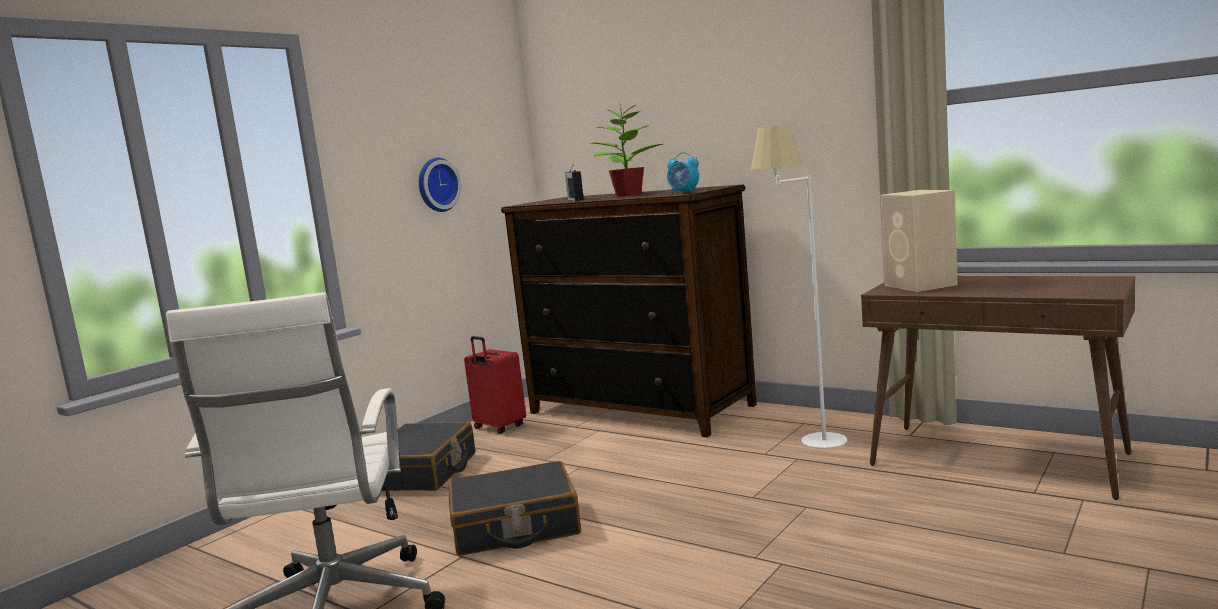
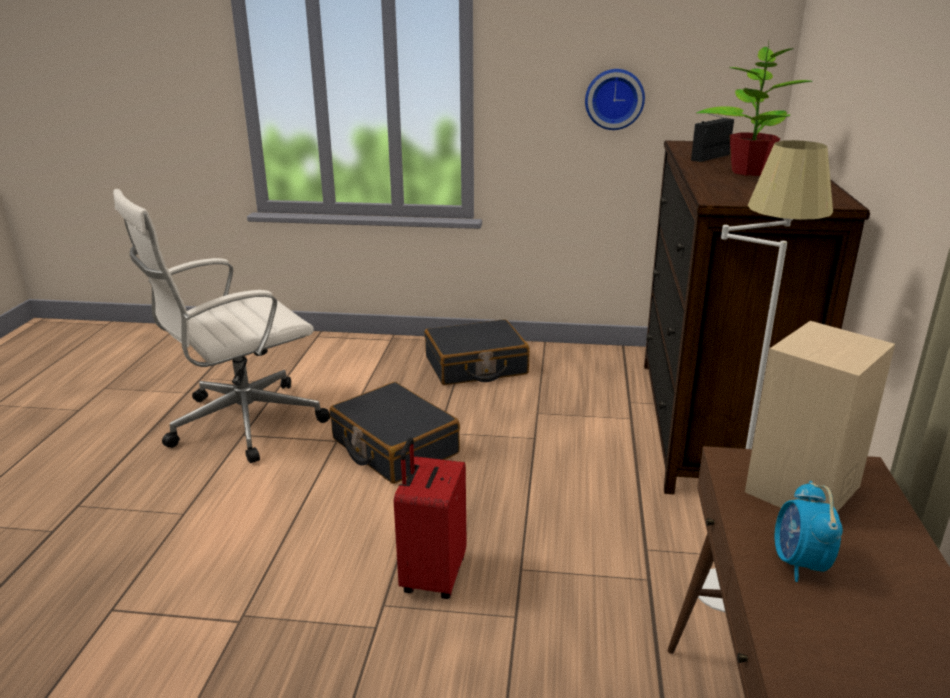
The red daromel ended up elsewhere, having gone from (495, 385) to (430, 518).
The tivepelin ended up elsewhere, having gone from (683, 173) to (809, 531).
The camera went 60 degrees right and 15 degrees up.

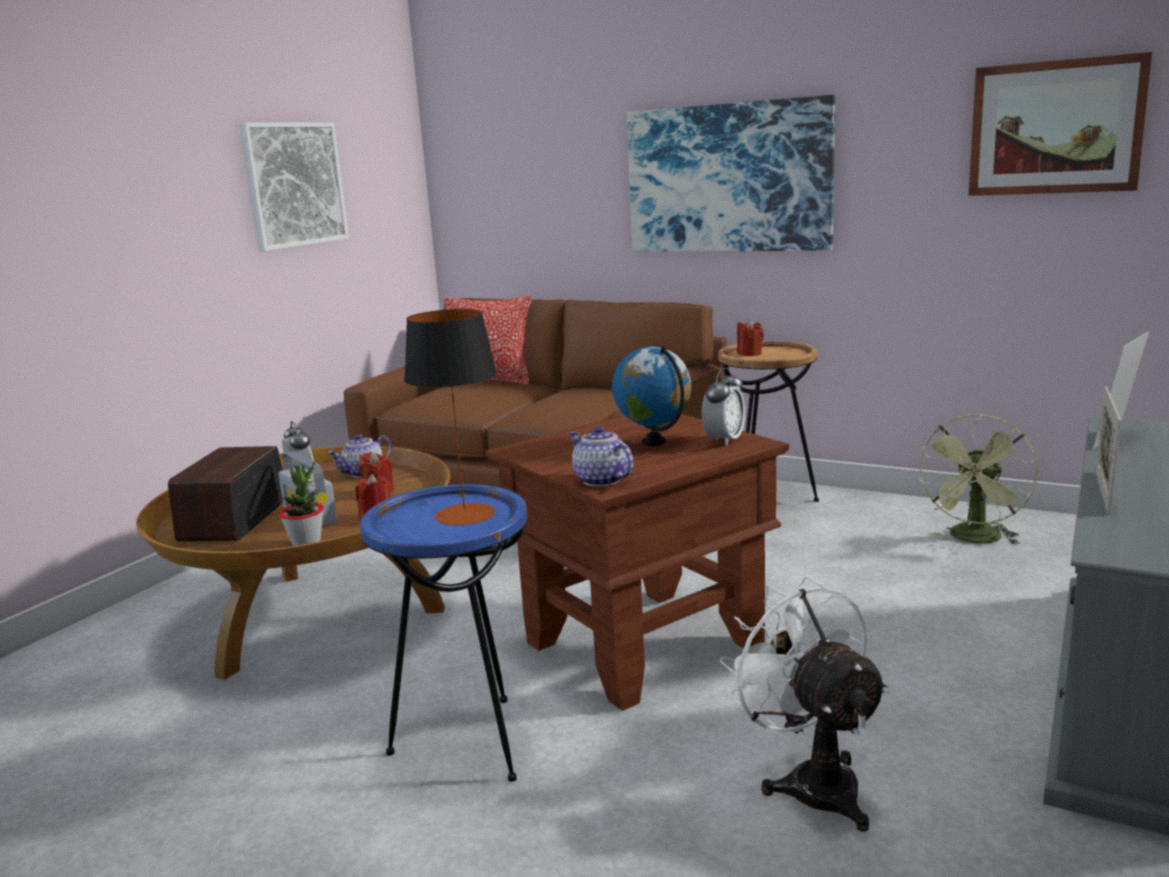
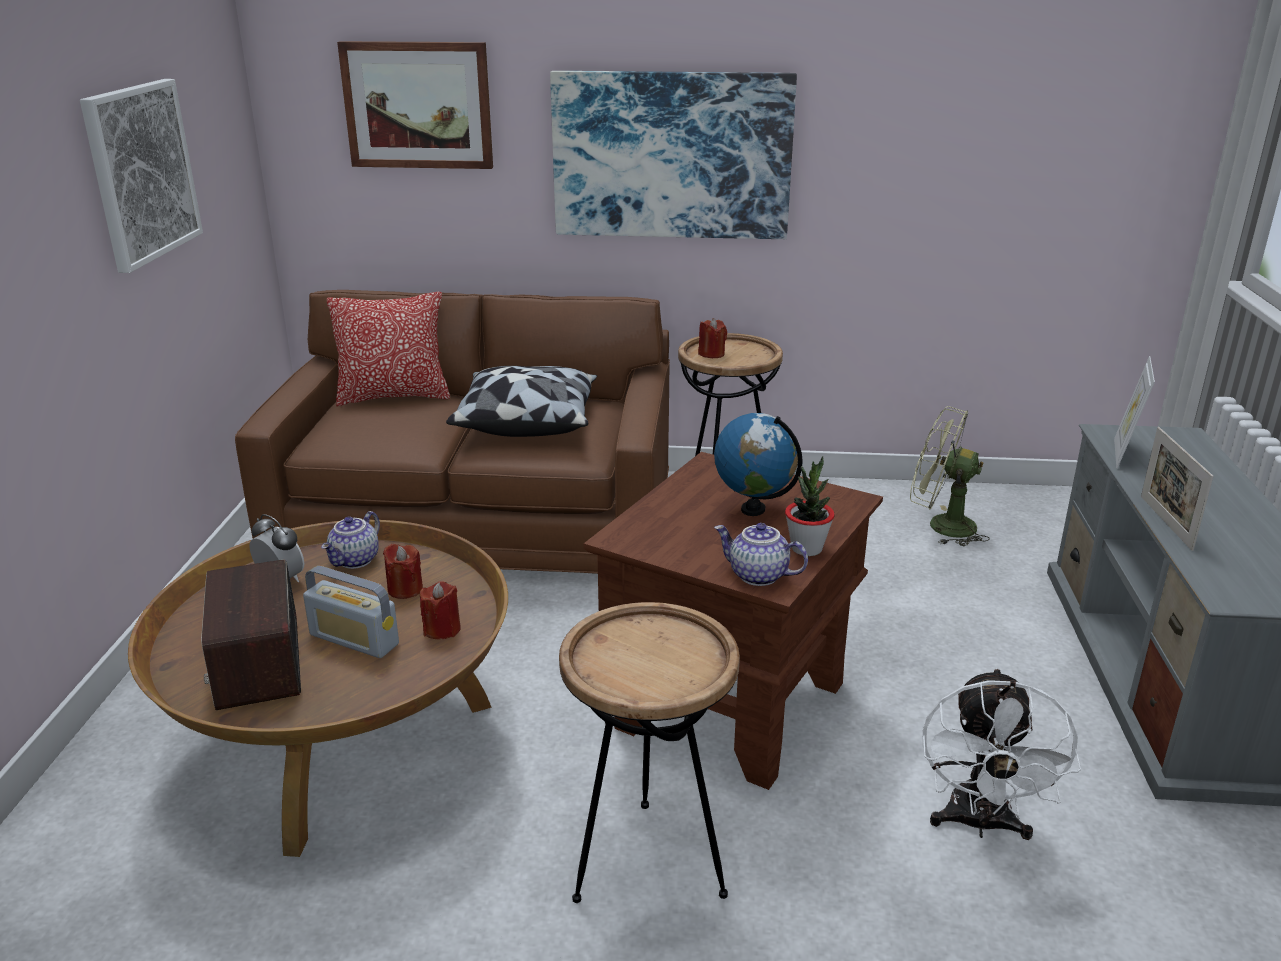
The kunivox ended up elsewhere, having gone from (1060, 124) to (415, 105).
The second view gained the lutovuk at (521, 401).
What was the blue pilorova at (443, 633) turned into the brown pilorova at (649, 752).
The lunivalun ended up elsewhere, having gone from (301, 504) to (810, 506).
The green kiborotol at (977, 479) ended up facing another way, 105 degrees clockwise from before.
The white kiborotol at (805, 704) ended up facing another way, 120 degrees counterclockwise from before.
The second view lost the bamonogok at (450, 417).
The second view lost the tivepelin at (723, 407).
The camera went 25 degrees left and 10 degrees up.

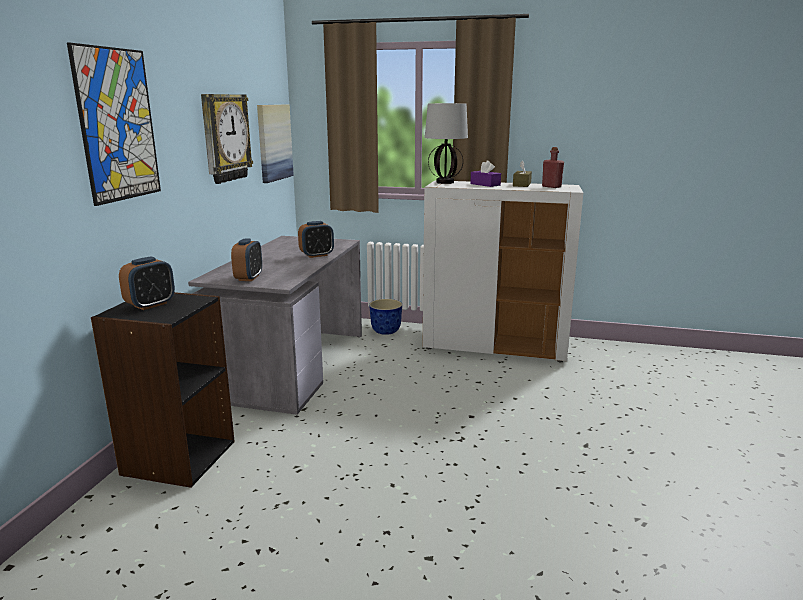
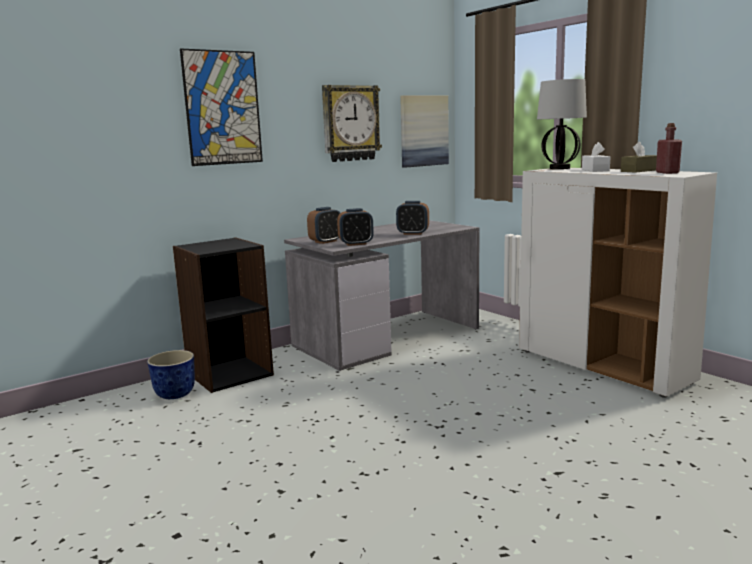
The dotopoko ended up elsewhere, having gone from (385, 317) to (171, 374).
The tivepelin ended up elsewhere, having gone from (147, 283) to (355, 227).
What was the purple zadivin at (485, 173) turned into the white zadivin at (596, 157).
The camera went 40 degrees right and 5 degrees down.

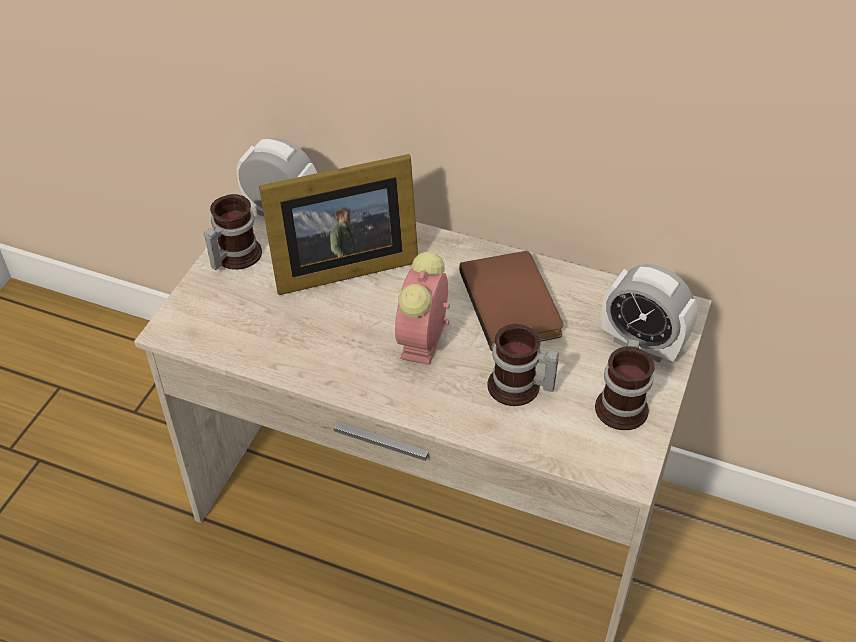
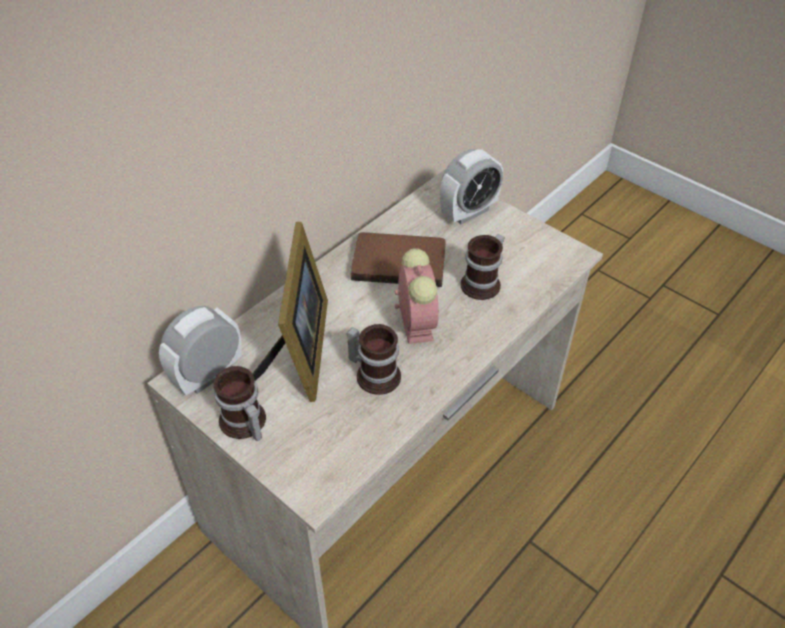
The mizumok ended up elsewhere, having gone from (625, 384) to (374, 359).
The tivepelin at (422, 308) ended up facing another way, 135 degrees counterclockwise from before.
The camera went 70 degrees left and 0 degrees up.

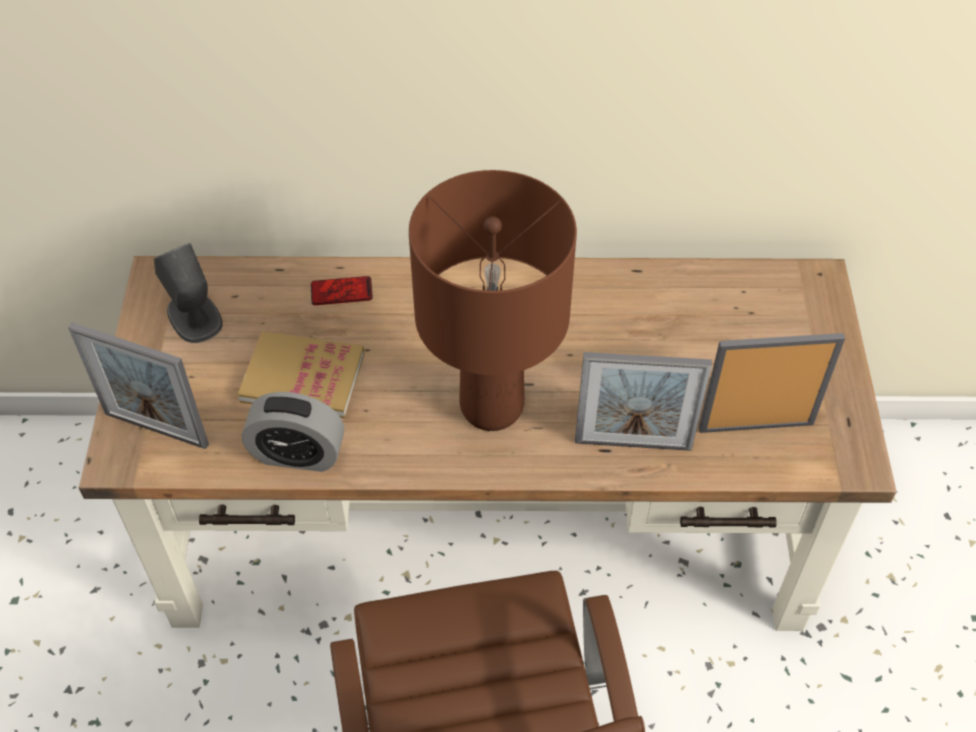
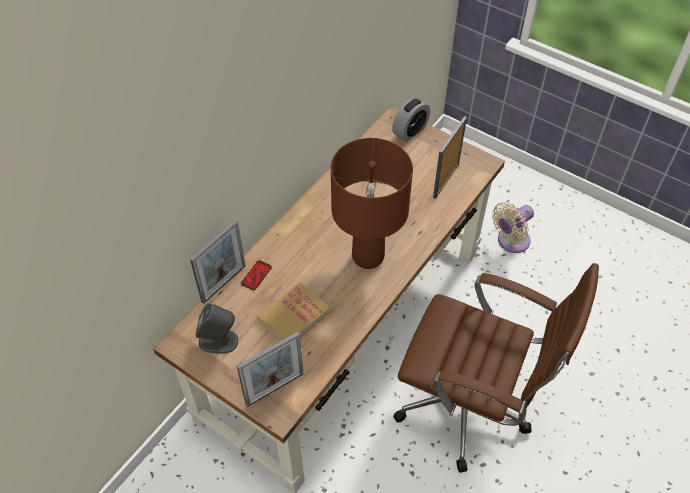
The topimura ended up elsewhere, having gone from (643, 401) to (218, 262).
The tivepelin ended up elsewhere, having gone from (293, 432) to (411, 120).
The second view gained the beige kiborotol at (513, 227).
The camera went 55 degrees left and 0 degrees up.

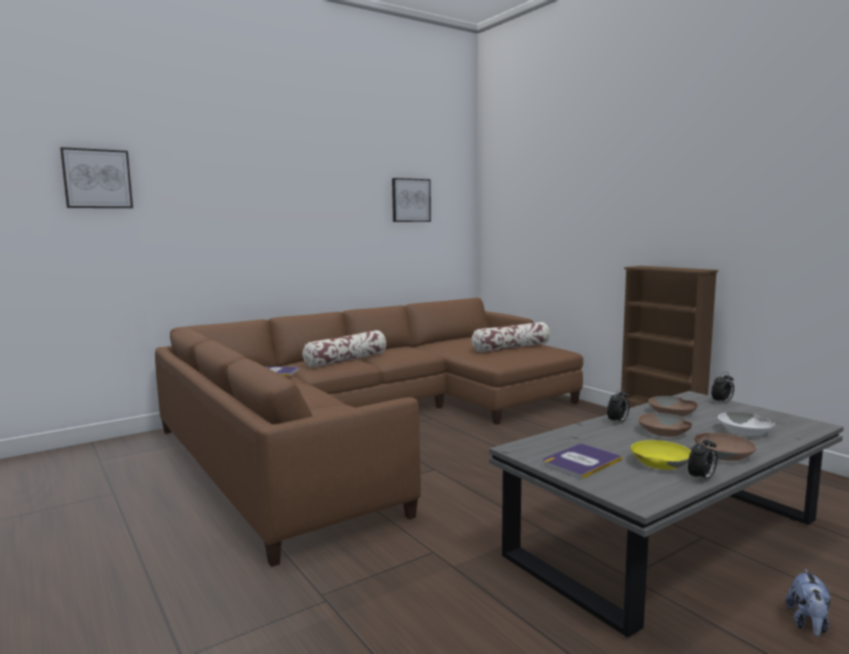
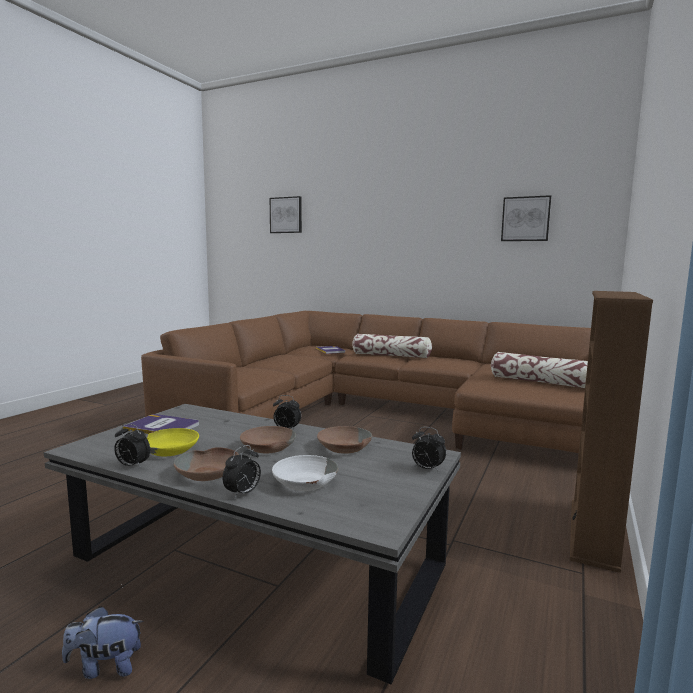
The second view gained the tivepelin at (242, 471).
The camera went 60 degrees right and 0 degrees up.

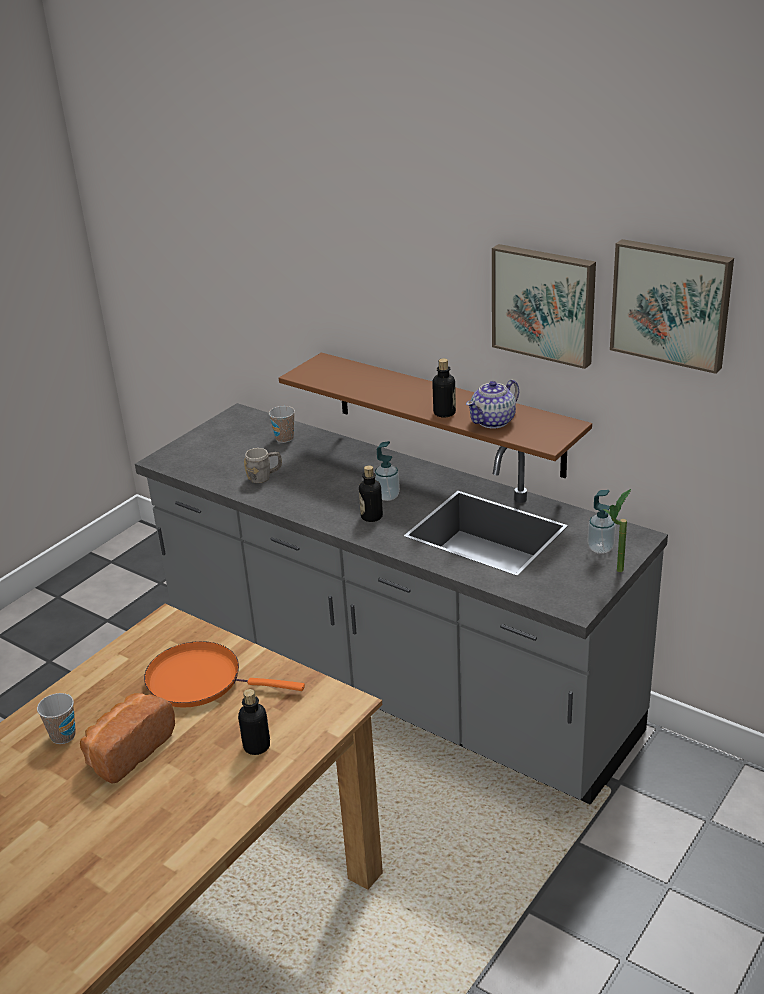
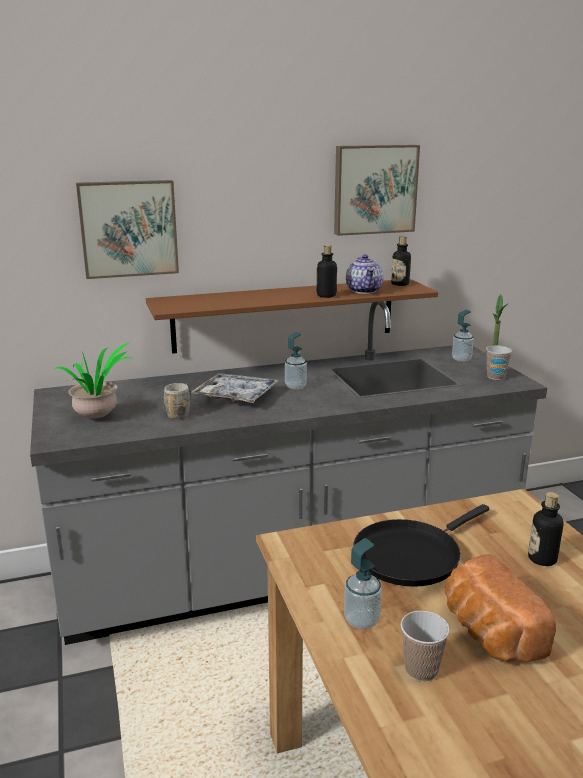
The second view gained the lunivalun at (94, 380).
The kunivox ended up elsewhere, having gone from (672, 306) to (127, 229).
The second view gained the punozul at (235, 388).
The second view gained the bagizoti at (363, 583).
What was the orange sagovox at (224, 674) turned into the black sagovox at (421, 545).
The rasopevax ended up elsewhere, having gone from (371, 493) to (401, 261).
The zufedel ended up elsewhere, having gone from (282, 424) to (499, 363).
The camera went 55 degrees left and 10 degrees down.

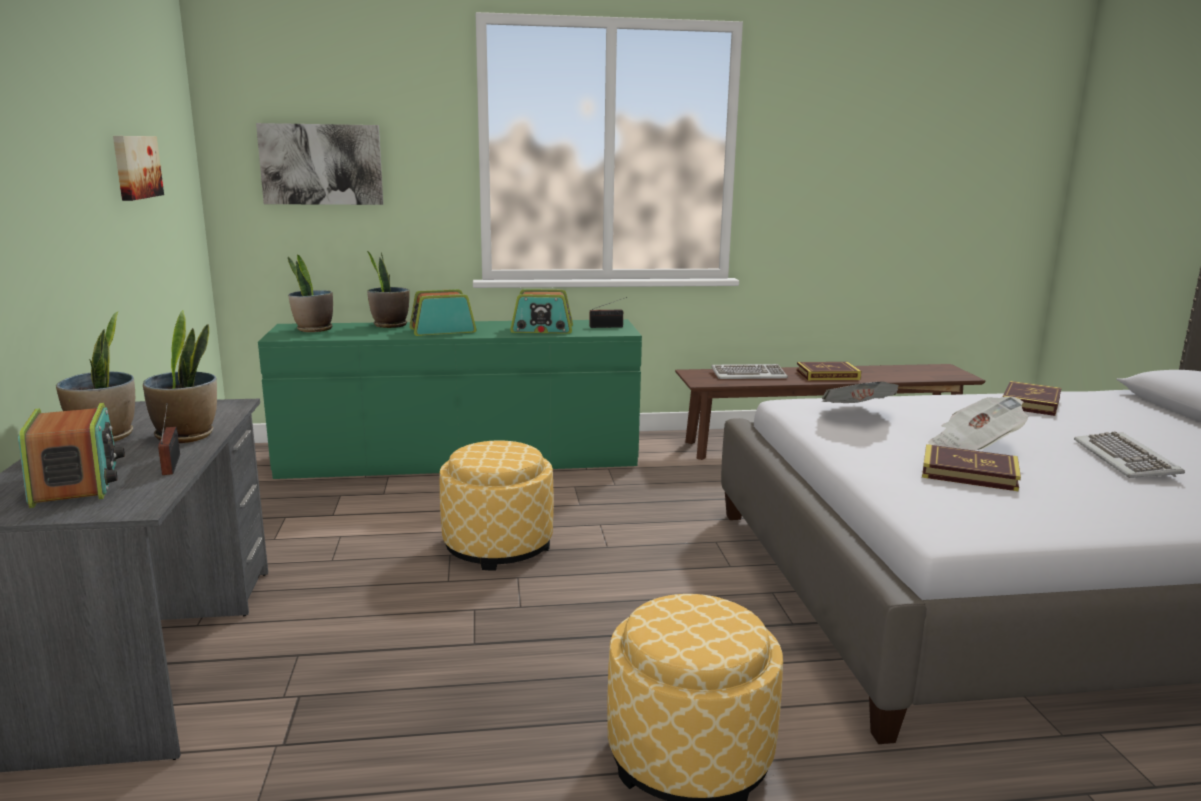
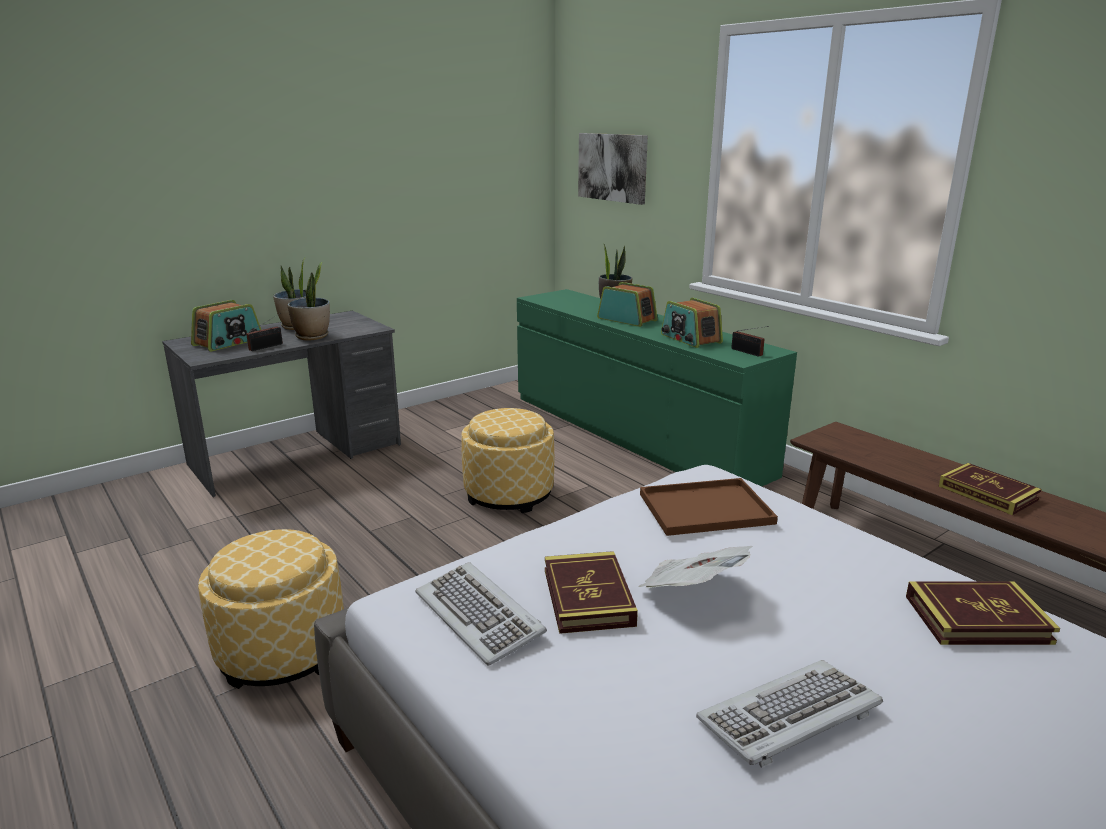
The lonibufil ended up elsewhere, having gone from (749, 371) to (481, 614).
Where the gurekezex stood at (860, 392), the brown punozul came to stand at (709, 507).
The second view lost the kunivox at (138, 168).
The second view lost the lunivalun at (310, 293).
The camera went 60 degrees right and 5 degrees up.

